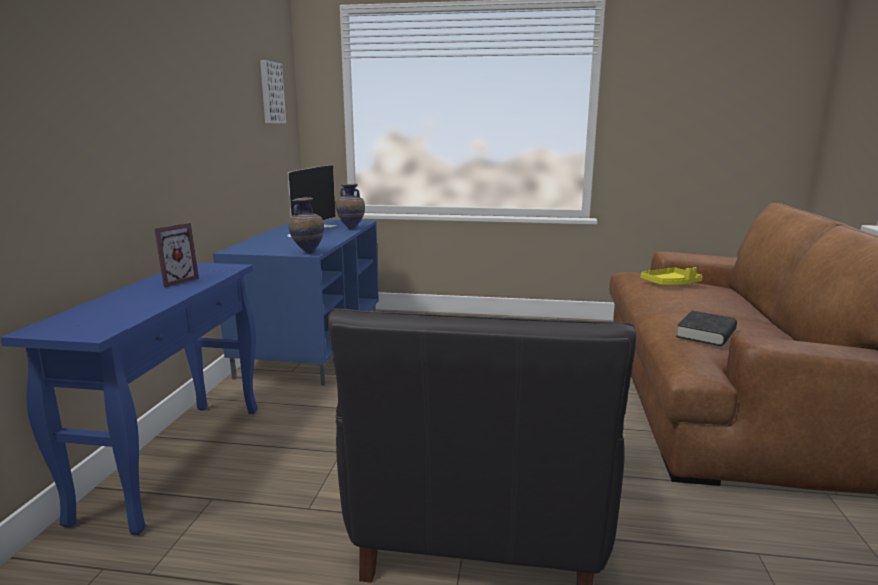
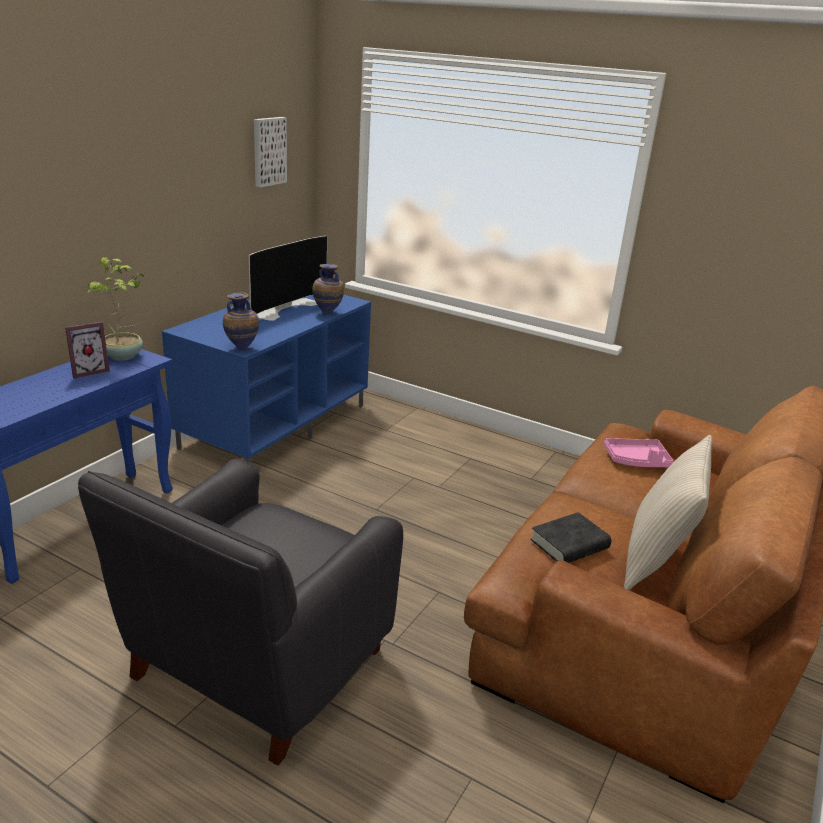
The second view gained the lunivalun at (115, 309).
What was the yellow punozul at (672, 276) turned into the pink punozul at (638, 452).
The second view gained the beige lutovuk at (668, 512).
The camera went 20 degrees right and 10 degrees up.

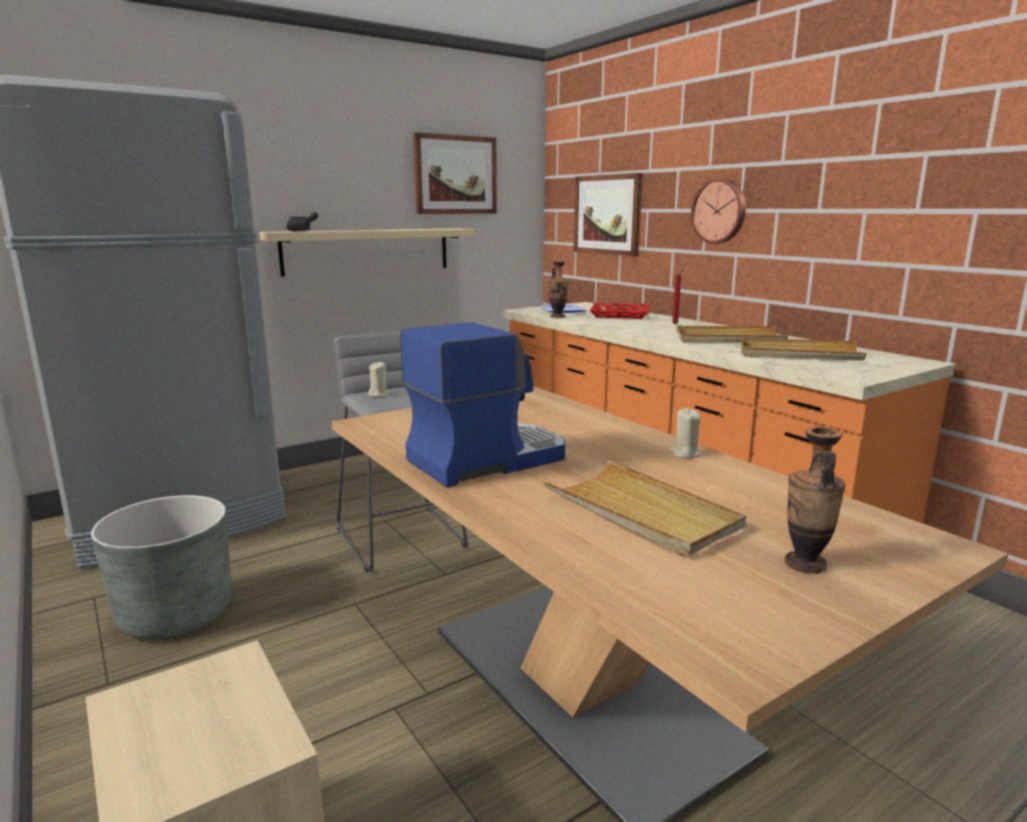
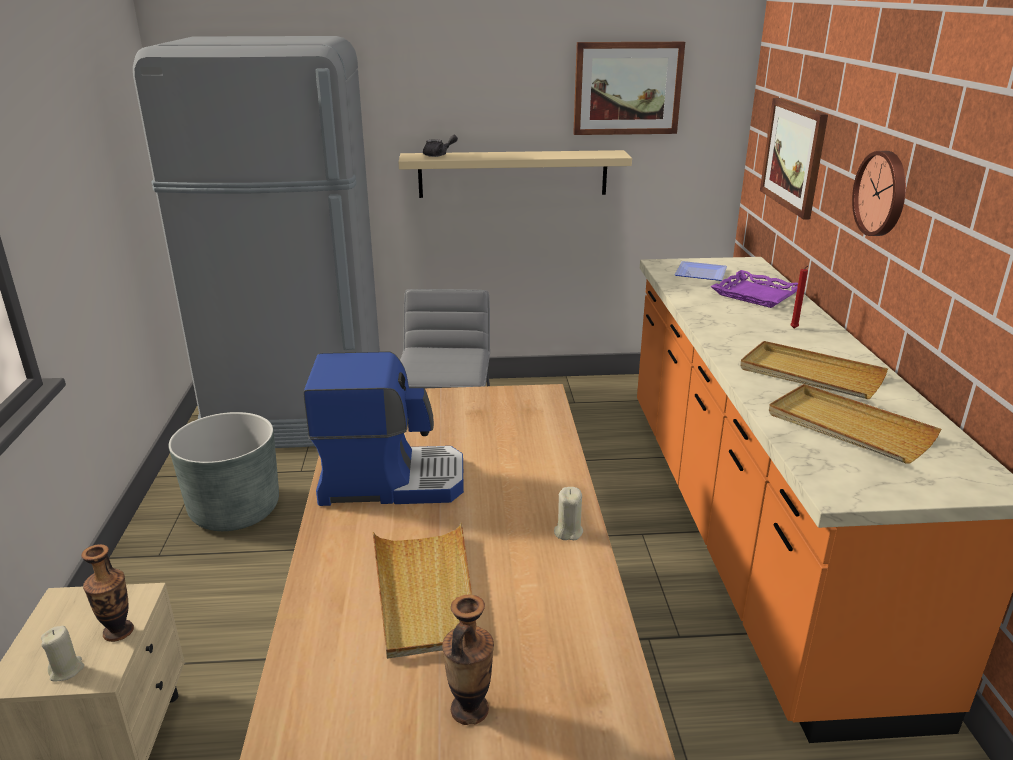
The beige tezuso ended up elsewhere, having gone from (378, 379) to (62, 653).
The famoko ended up elsewhere, having gone from (559, 289) to (107, 593).
What was the red punozul at (619, 310) turned into the purple punozul at (754, 289).
The camera went 30 degrees right and 10 degrees up.

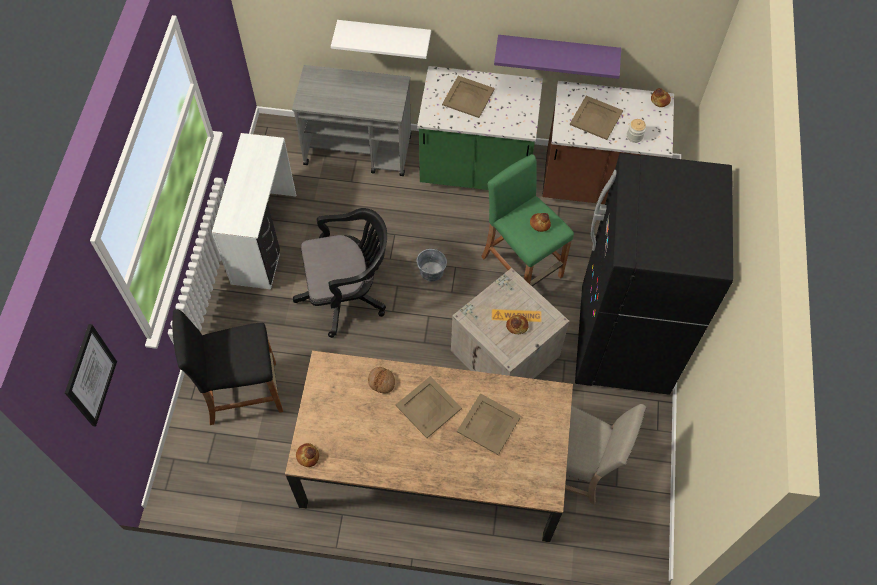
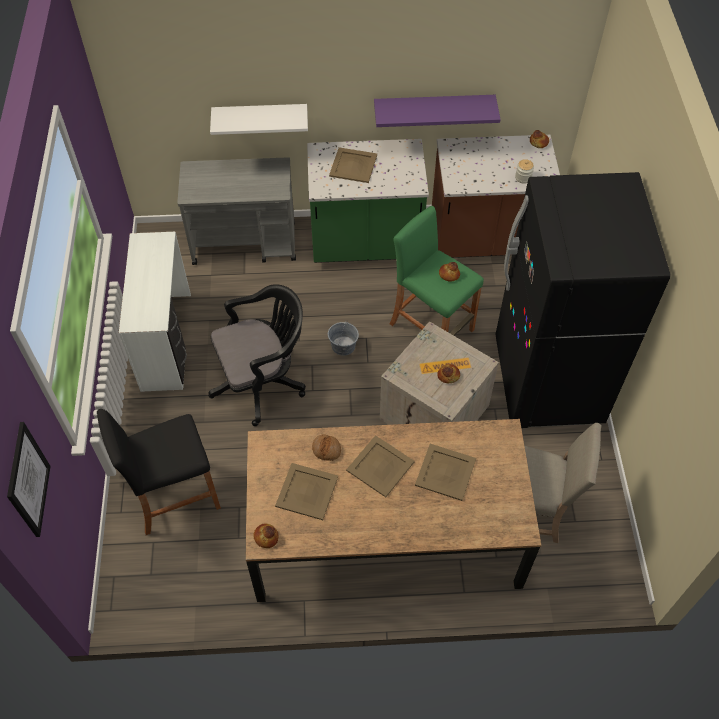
The beige punozul ended up elsewhere, having gone from (596, 118) to (306, 491).
The camera went 10 degrees left and 5 degrees down.

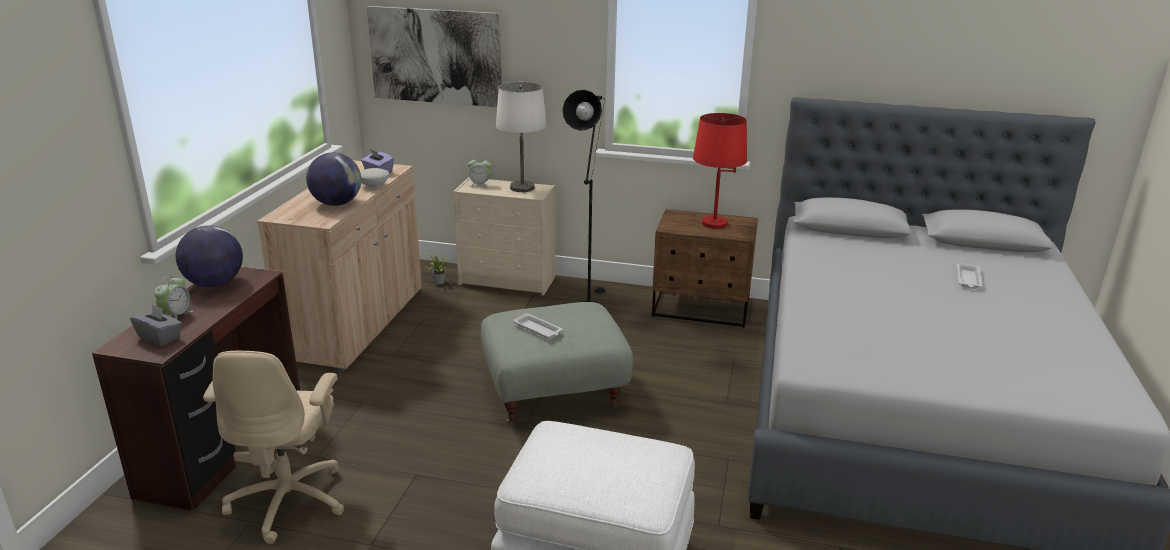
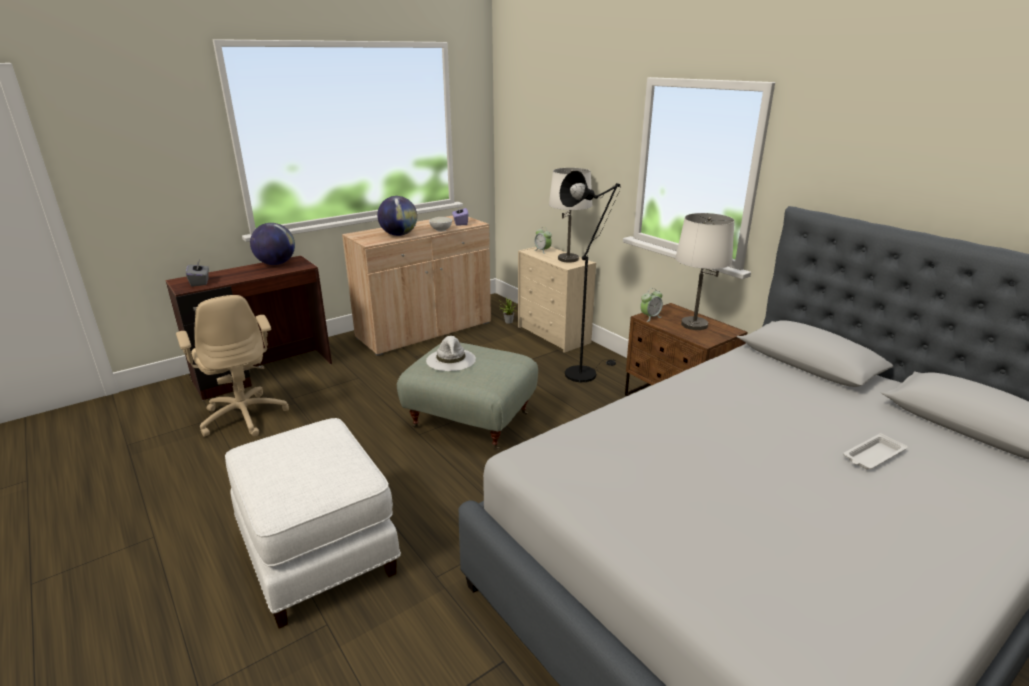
The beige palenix at (274, 447) ended up facing another way, 75 degrees counterclockwise from before.
Where the white punozul stood at (538, 325), the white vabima came to stand at (451, 353).
The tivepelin ended up elsewhere, having gone from (173, 297) to (651, 305).
What was the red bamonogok at (720, 171) turned into the white bamonogok at (704, 271).
The second view lost the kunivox at (434, 56).
The camera went 40 degrees right and 0 degrees up.

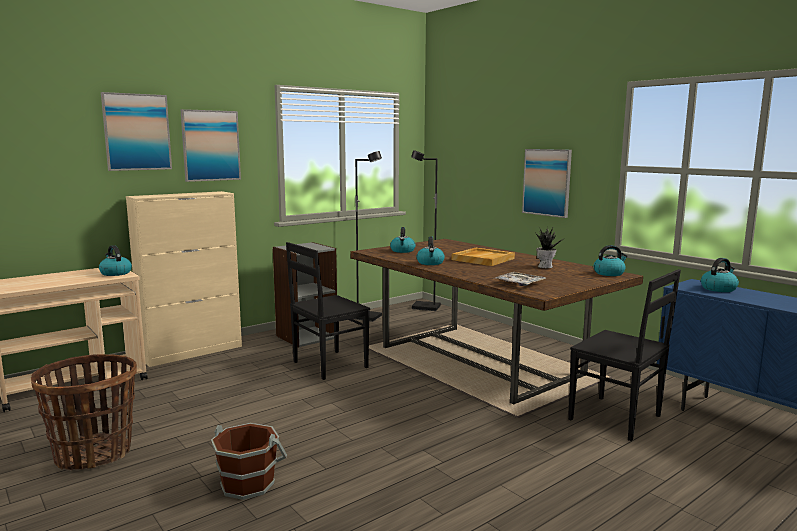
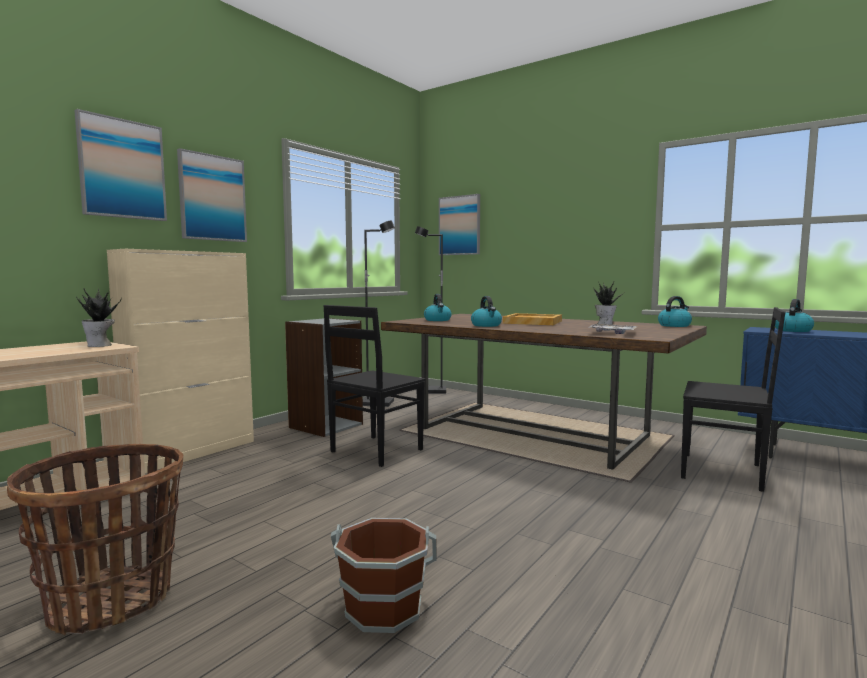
Where the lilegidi stood at (115, 260), the lunivalun came to stand at (99, 317).
The kunivox ended up elsewhere, having gone from (547, 183) to (459, 224).
The camera went 15 degrees left and 5 degrees down.

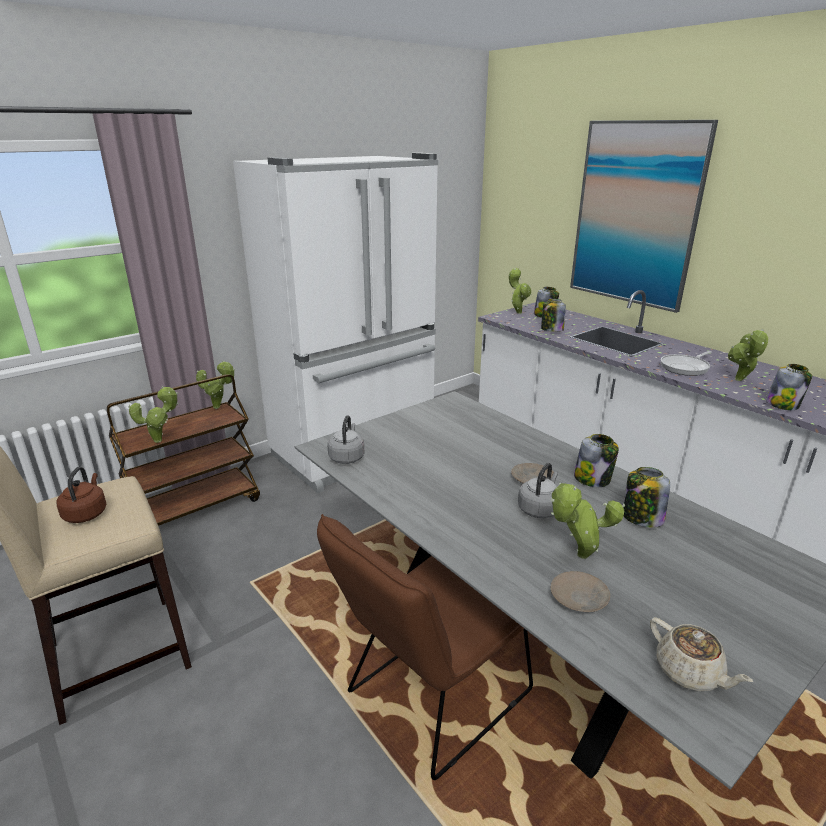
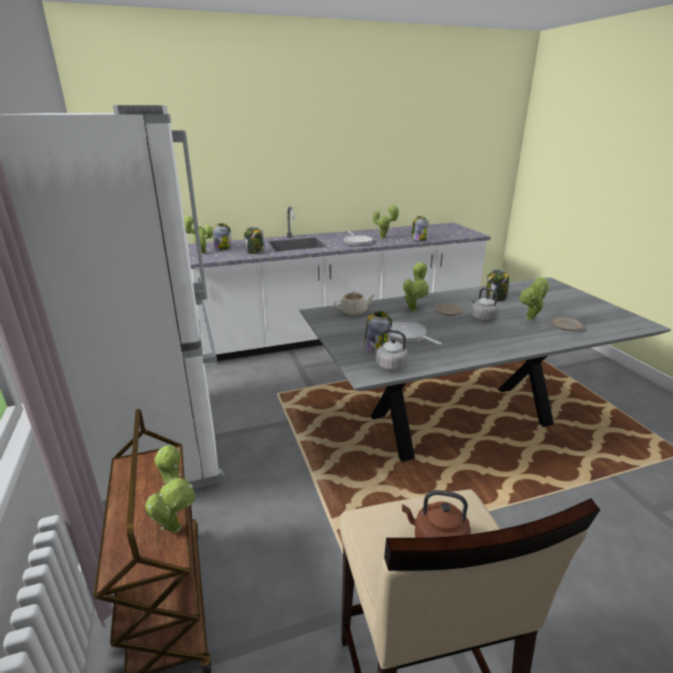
The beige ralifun ended up elsewhere, having gone from (701, 654) to (355, 303).
The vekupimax ended up elsewhere, having gone from (596, 460) to (378, 331).
The second view gained the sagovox at (416, 332).
The lunivalun ended up elsewhere, having gone from (215, 384) to (416, 287).
The second view lost the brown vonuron at (425, 647).
The second view lost the kunivox at (644, 216).
The camera went 70 degrees left and 0 degrees up.

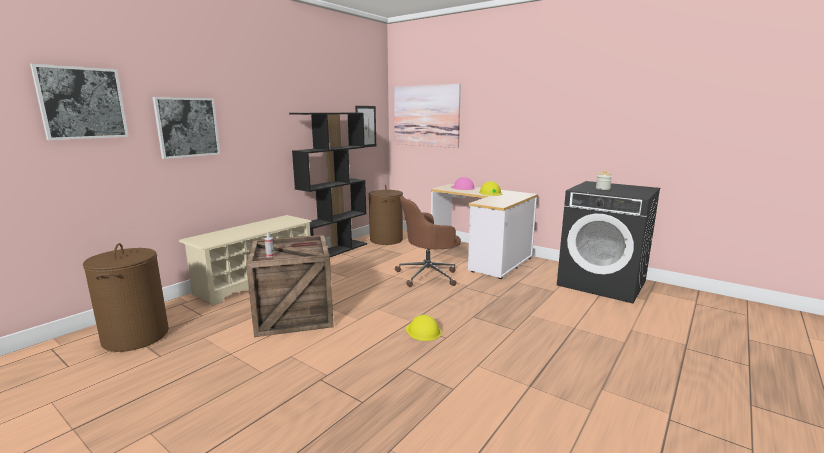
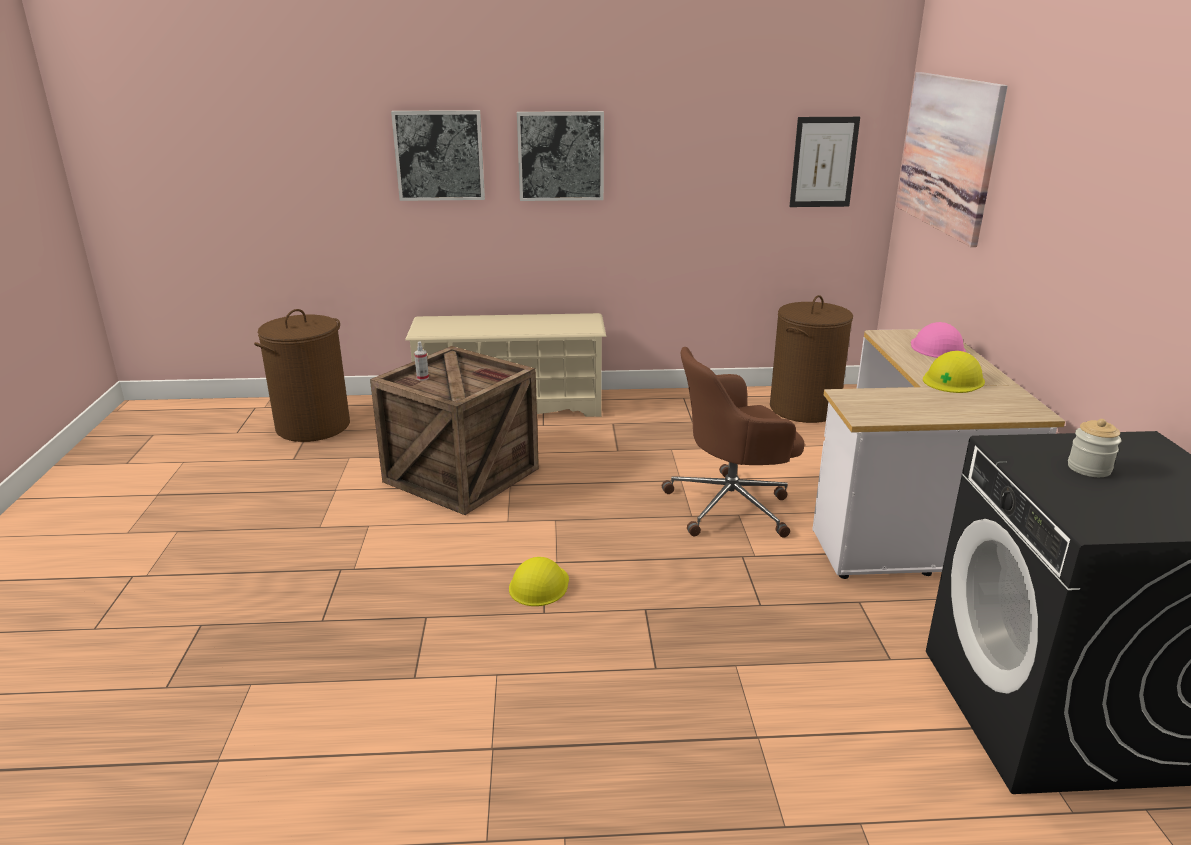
The kunivox ended up elsewhere, having gone from (79, 102) to (560, 156).
The brown palenix at (428, 241) ended up facing another way, 45 degrees counterclockwise from before.
The second view lost the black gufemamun at (328, 185).
The camera went 50 degrees right and 10 degrees up.

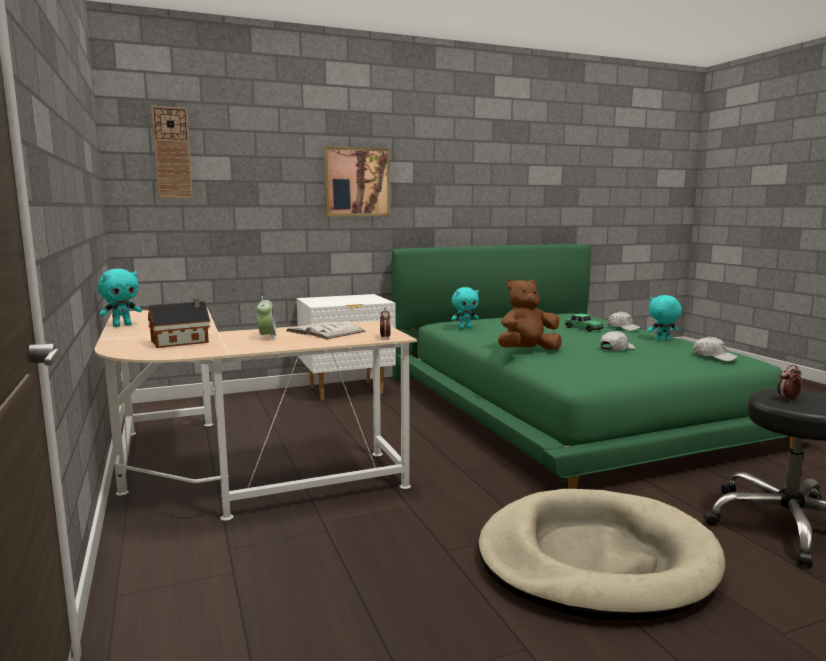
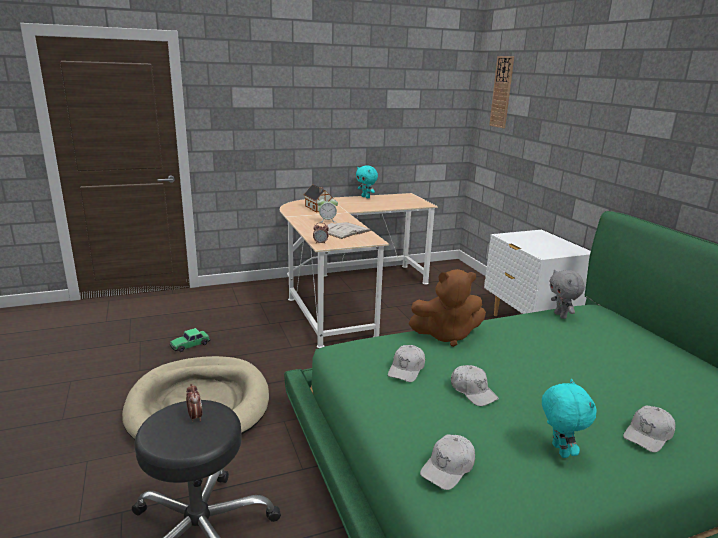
The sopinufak ended up elsewhere, having gone from (584, 322) to (189, 340).
The second view gained the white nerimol at (406, 363).
The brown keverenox at (530, 314) ended up facing another way, 105 degrees clockwise from before.
What was the turquoise keverenox at (465, 308) turned into the grey keverenox at (567, 294).
The second view lost the kunivox at (357, 181).
The camera went 90 degrees right and 10 degrees up.

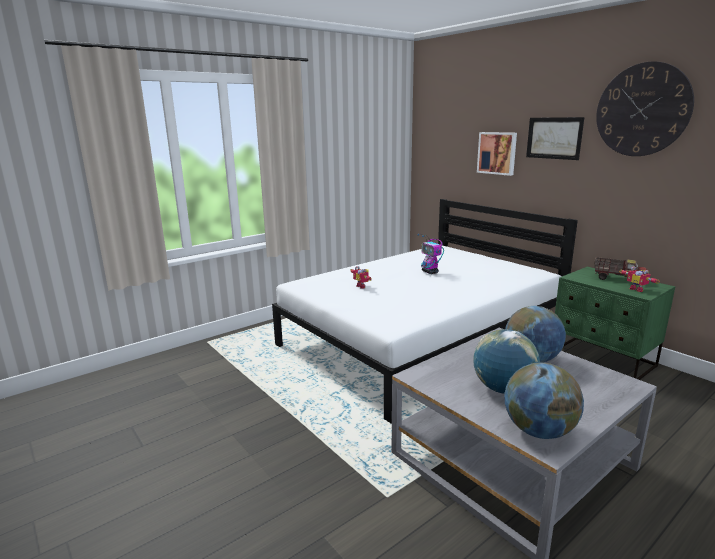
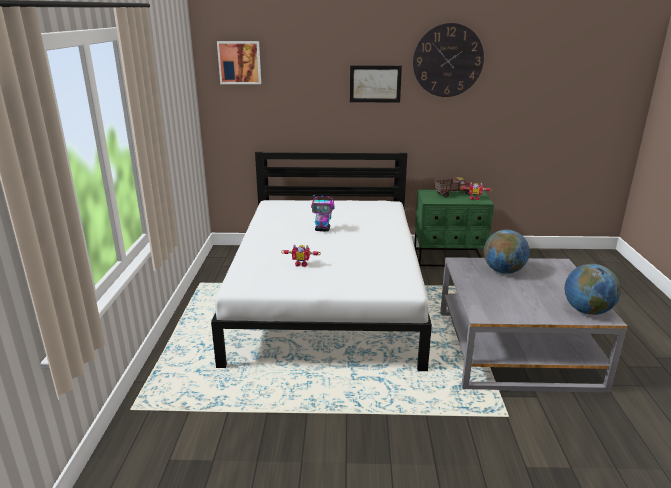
The kunivox ended up elsewhere, having gone from (497, 154) to (239, 62).
The second view lost the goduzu at (506, 361).
The camera went 50 degrees left and 5 degrees up.

